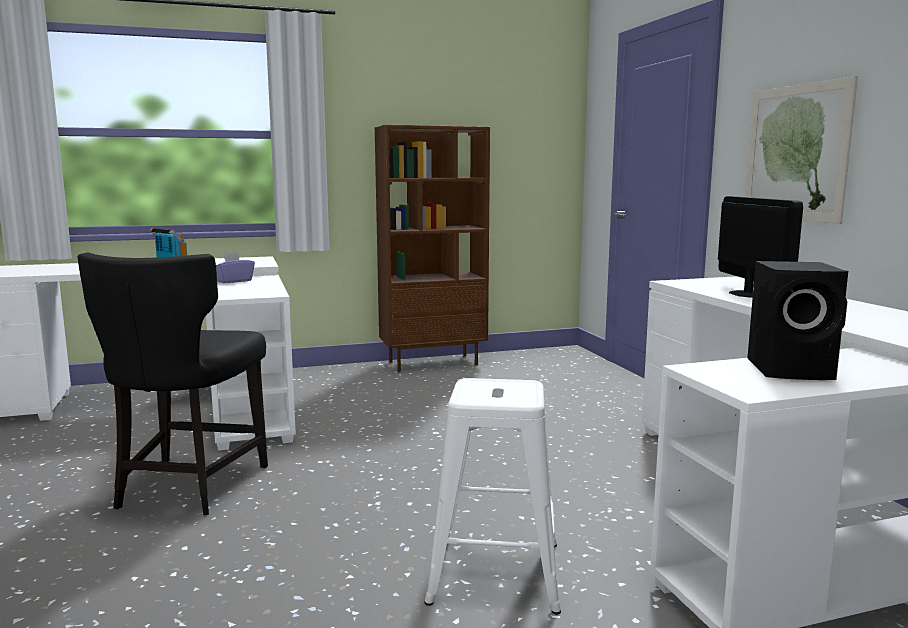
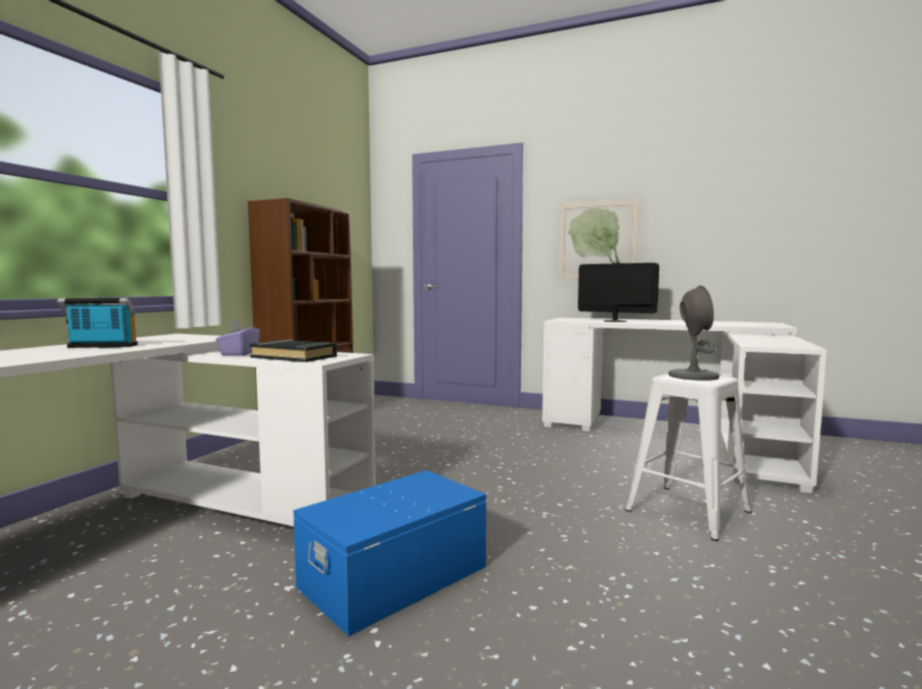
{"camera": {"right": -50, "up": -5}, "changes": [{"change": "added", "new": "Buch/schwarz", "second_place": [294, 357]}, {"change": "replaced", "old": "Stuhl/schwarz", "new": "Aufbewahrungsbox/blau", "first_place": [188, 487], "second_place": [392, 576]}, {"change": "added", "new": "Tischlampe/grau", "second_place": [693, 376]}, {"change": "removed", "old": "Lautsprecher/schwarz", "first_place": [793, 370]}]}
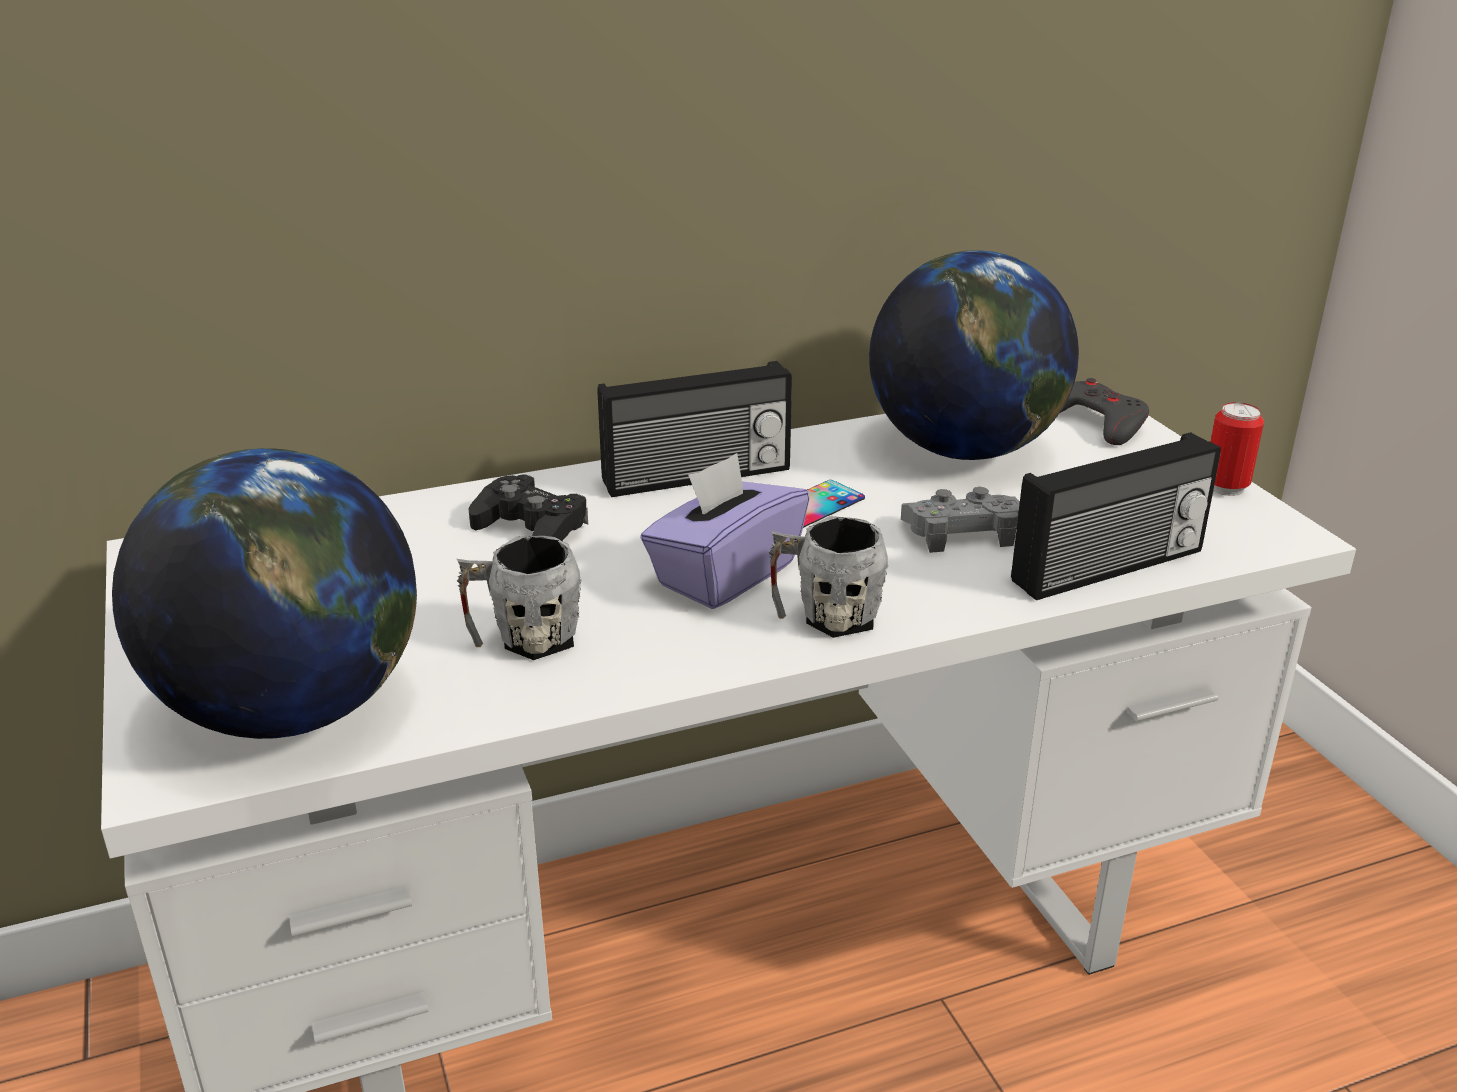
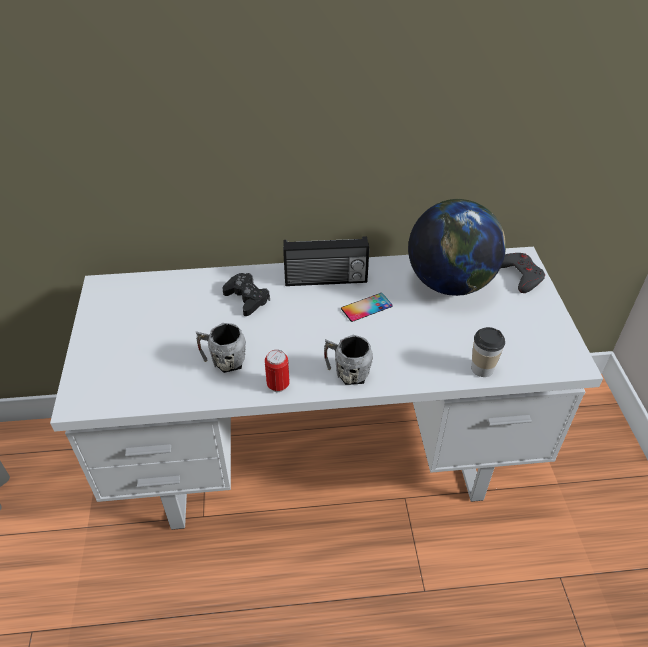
{"camera": {"right": 15, "up": 15}, "changes": [{"change": "moved", "old": "Dose", "first_place": [1225, 487], "second_place": [278, 385]}, {"change": "replaced", "old": "Radio", "new": "Tasse", "first_place": [1110, 568], "second_place": [482, 368]}, {"change": "removed", "old": "Globus", "first_place": [293, 711]}, {"change": "removed", "old": "Taschentuchbox/lila", "first_place": [724, 574]}, {"change": "removed", "old": "Gamepad/grau", "first_place": [960, 532]}]}
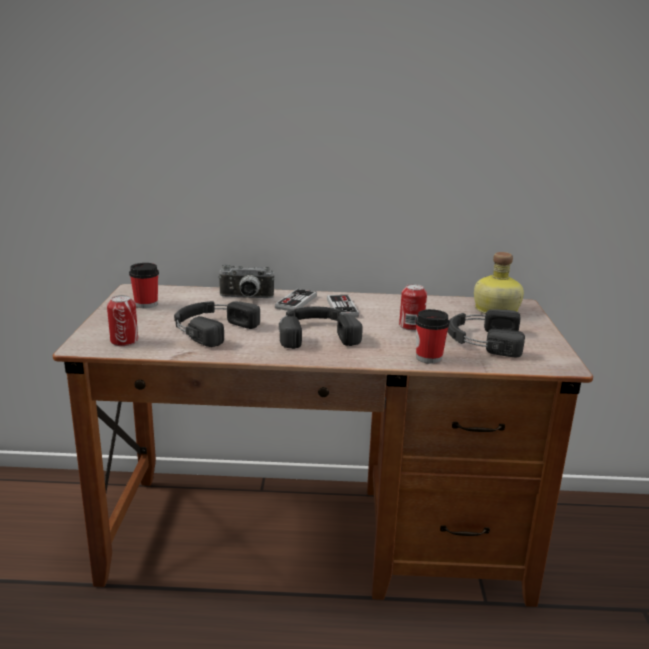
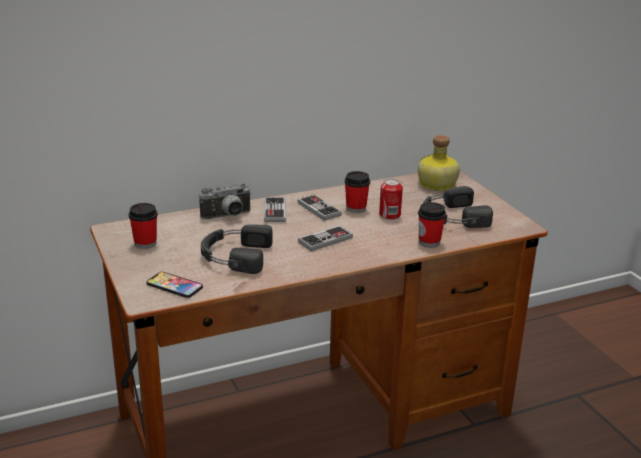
{"camera": {"right": -25, "up": 5}, "changes": [{"change": "replaced", "old": "Dose", "new": "Handy", "first_place": [124, 341], "second_place": [174, 286]}, {"change": "replaced", "old": "Kopfhörer/schwarz", "new": "Gamepad", "first_place": [316, 334], "second_place": [325, 240]}, {"change": "added", "new": "Tasse", "second_place": [356, 208]}]}
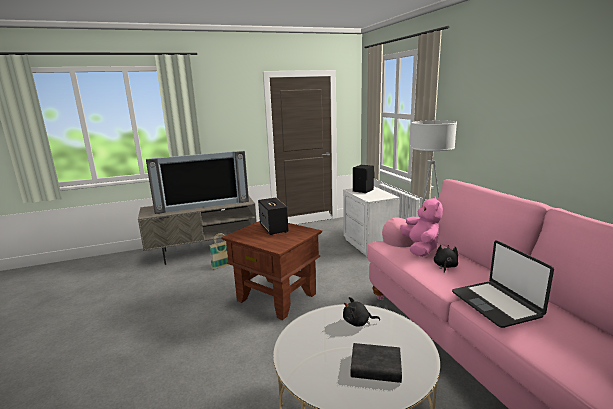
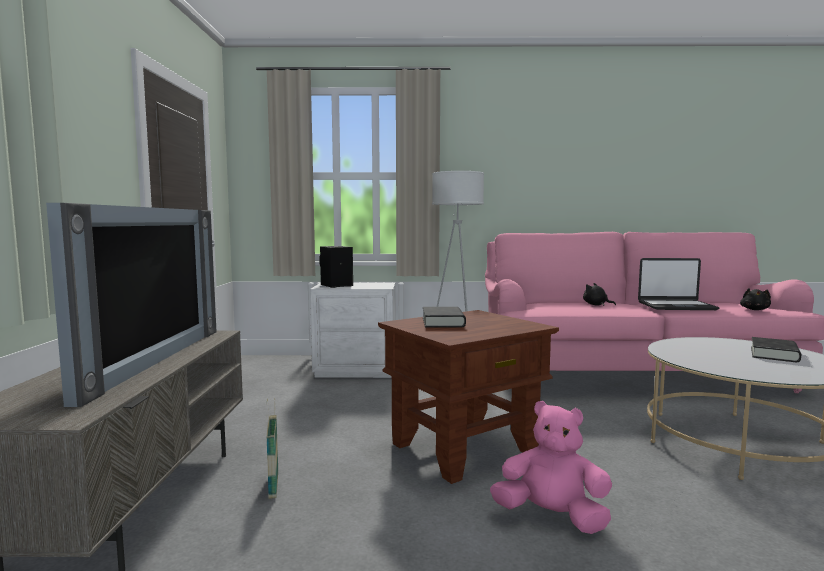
{"camera": {"right": -70, "up": -10}, "changes": [{"change": "replaced", "old": "Lautsprecher", "new": "Buch/schwarz", "first_place": [274, 228], "second_place": [443, 322]}, {"change": "moved", "old": "Plüschtier/rosa", "first_place": [420, 248], "second_place": [552, 517]}, {"change": "moved", "old": "Plüschtier/schwarz", "first_place": [358, 322], "second_place": [755, 309]}]}
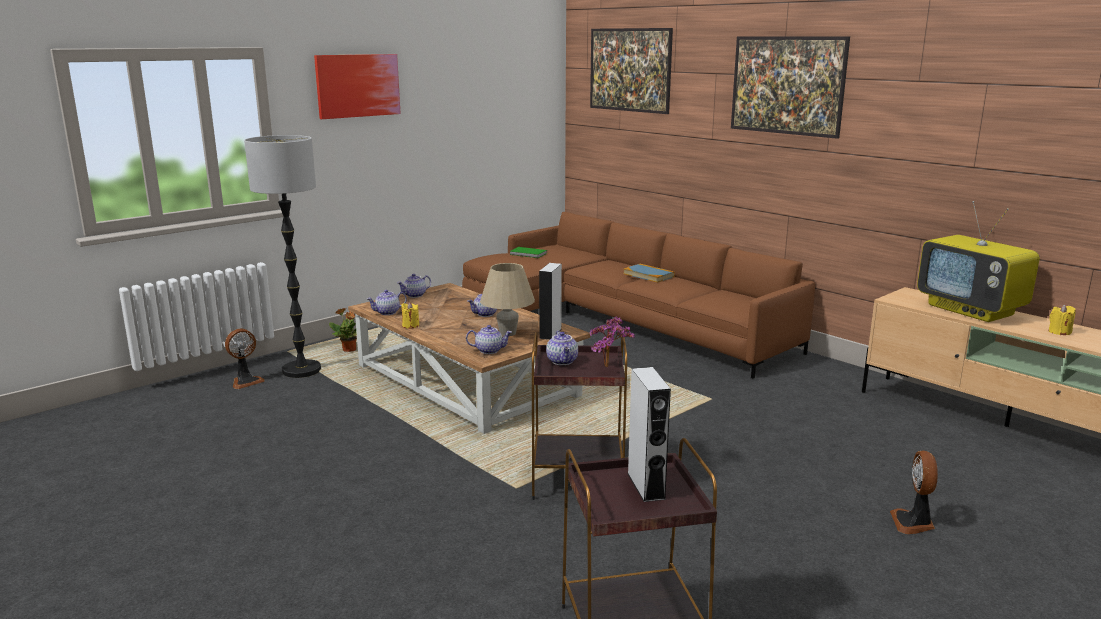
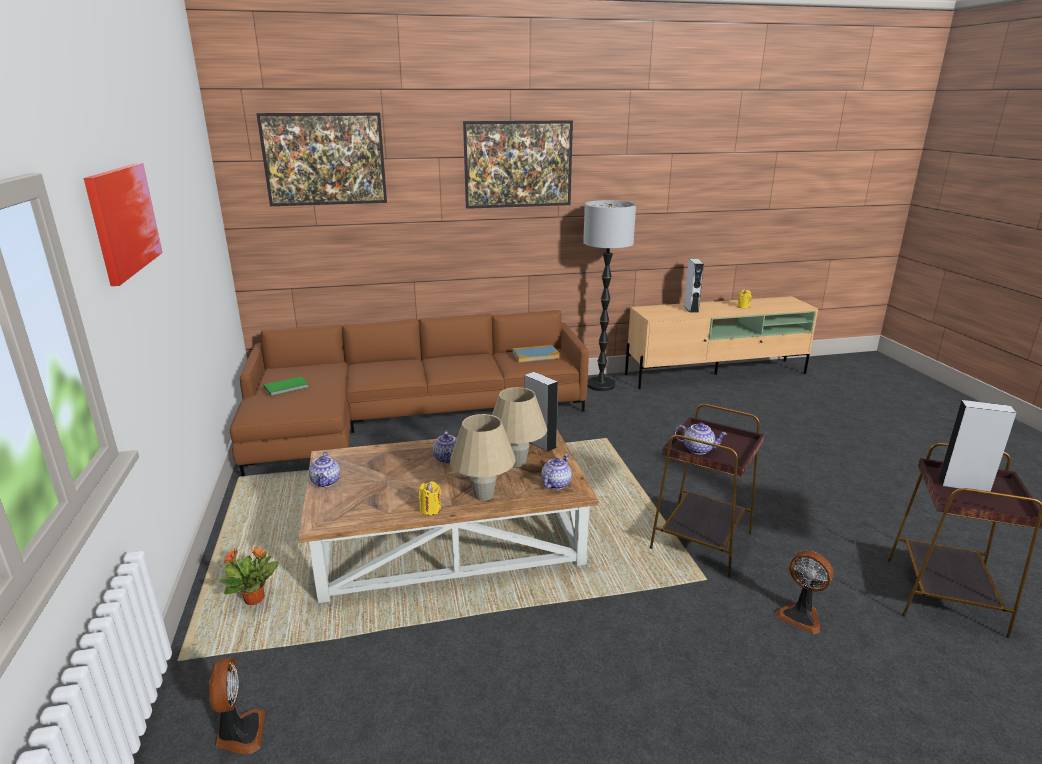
{"camera": {"right": -60, "up": 5}, "changes": [{"change": "added", "new": "Tischlampe/beige", "second_place": [483, 495]}, {"change": "moved", "old": "Buch", "first_place": [648, 275], "second_place": [535, 356]}, {"change": "moved", "old": "Stehlampe", "first_place": [302, 370], "second_place": [601, 385]}, {"change": "replaced", "old": "Fernseher", "new": "Lautsprecher/grau", "first_place": [971, 310], "second_place": [691, 309]}, {"change": "moved", "old": "Ventilator", "first_place": [913, 523], "second_place": [801, 616]}, {"change": "removed", "old": "Teekanne", "first_place": [387, 312]}, {"change": "removed", "old": "Topfpflanze", "first_place": [609, 368]}]}
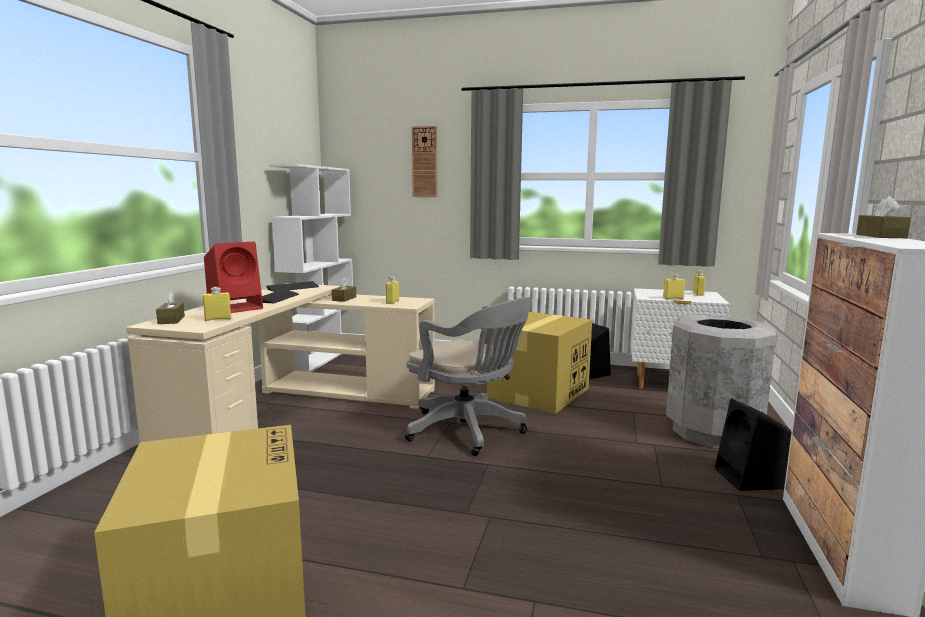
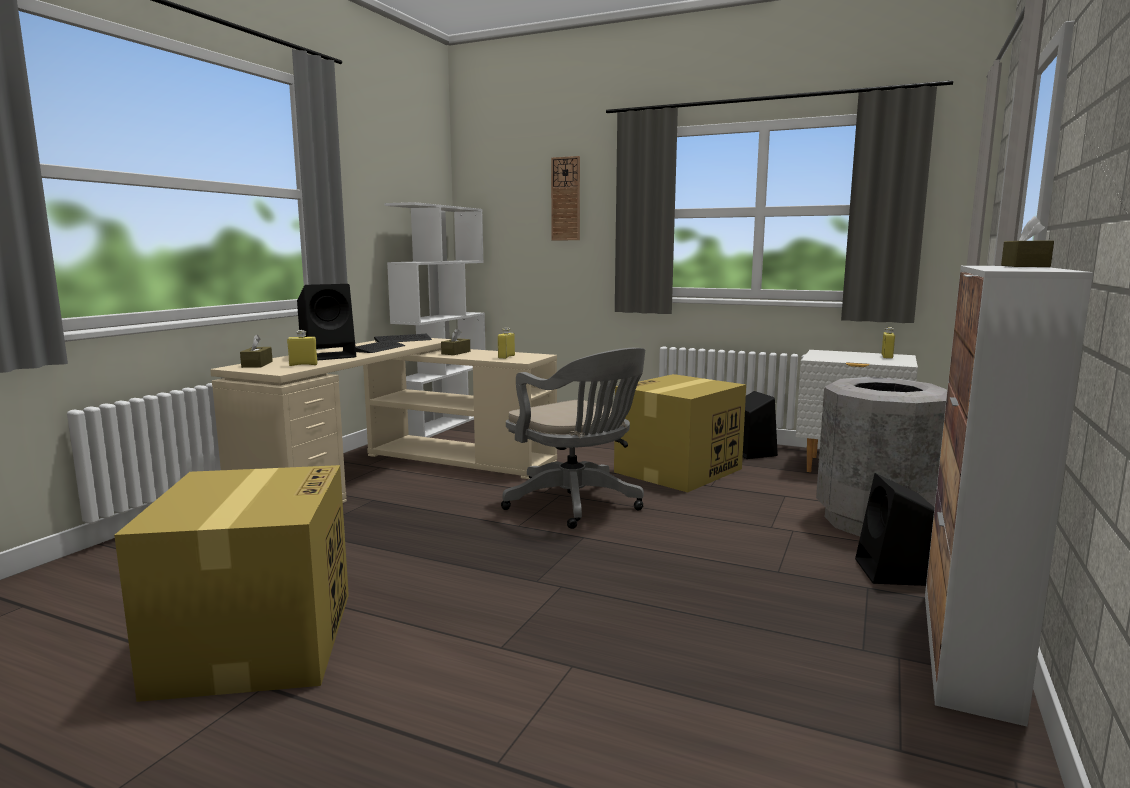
{"camera": {"right": 10, "up": 0}, "changes": [{"change": "recoloured", "old": "Lautsprecher/rot", "new": "Lautsprecher/schwarz", "first_place": [236, 308], "second_place": [330, 356]}, {"change": "removed", "old": "Flasche/gelb", "first_place": [673, 298]}]}
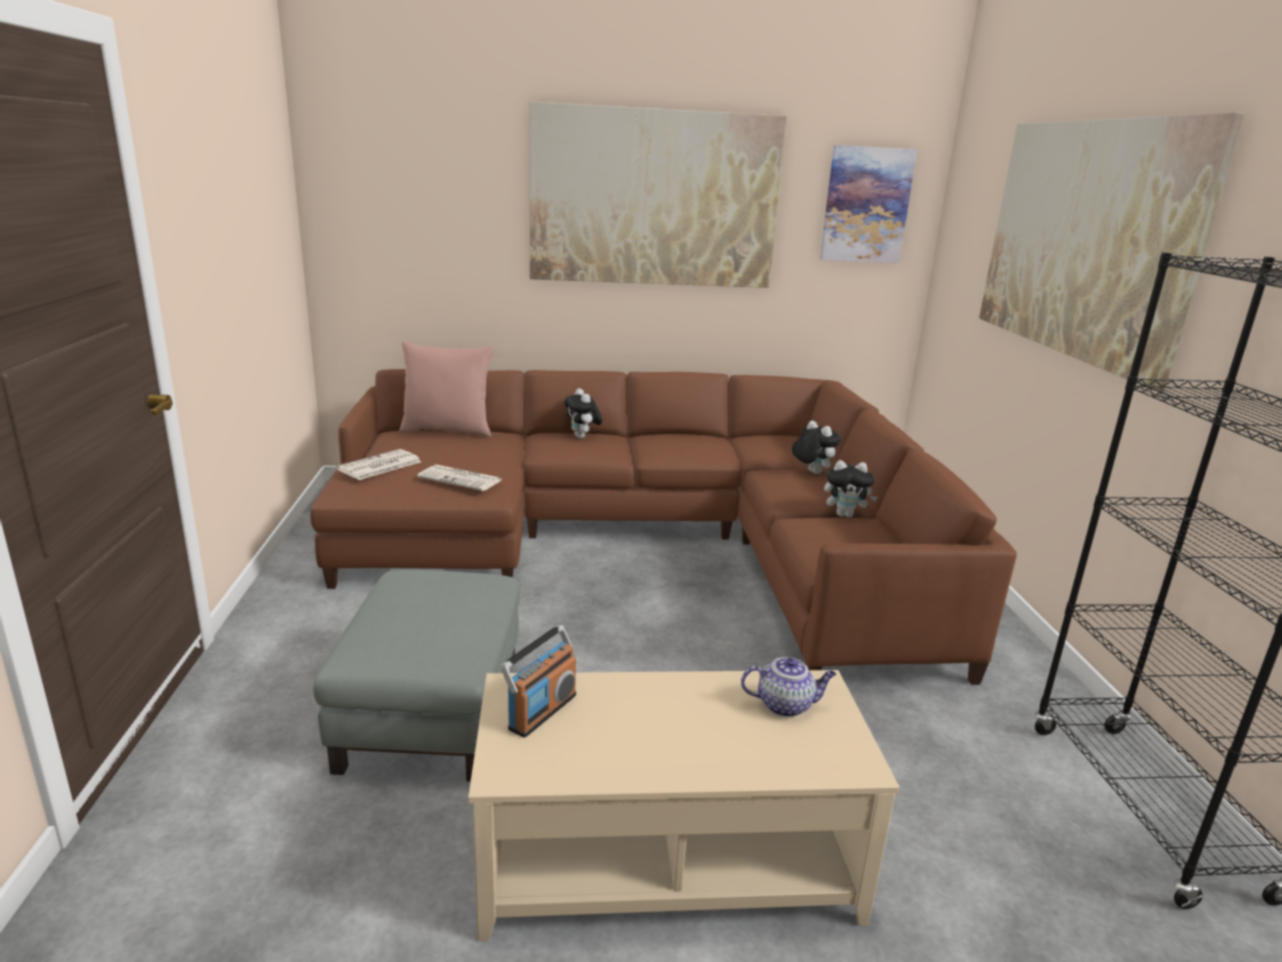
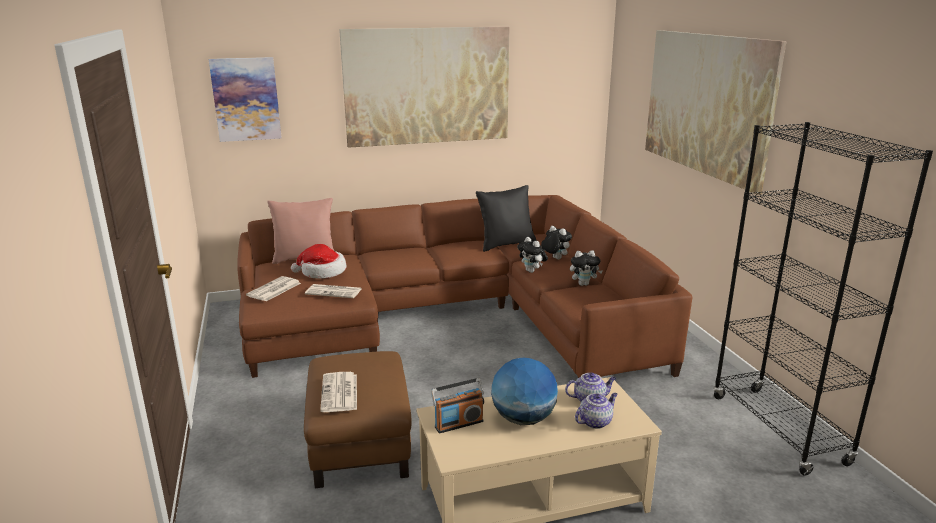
{"camera": {"right": -10, "up": 0}, "changes": [{"change": "moved", "old": "Bild", "first_place": [866, 205], "second_place": [246, 99]}, {"change": "added", "new": "Hut", "second_place": [322, 272]}, {"change": "recoloured", "old": "Polsterhocker/grau", "new": "Polsterhocker/braun", "first_place": [431, 710], "second_place": [359, 442]}, {"change": "added", "new": "Zeitung", "second_place": [340, 393]}, {"change": "turned", "old": "Radio", "first_place": [541, 711], "second_place": [458, 424], "degrees": 45}, {"change": "added", "new": "Kissen/schwarz", "second_place": [506, 244]}, {"change": "added", "new": "Globus", "second_place": [523, 419]}, {"change": "moved", "old": "Plüschtier", "first_place": [582, 437], "second_place": [532, 271]}, {"change": "added", "new": "Teekanne", "second_place": [595, 421]}]}
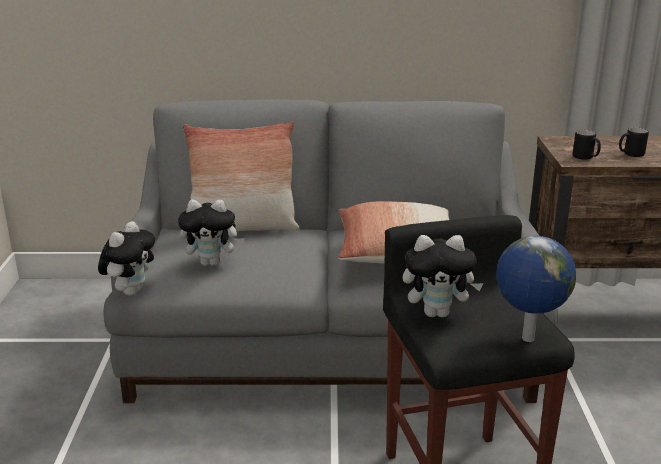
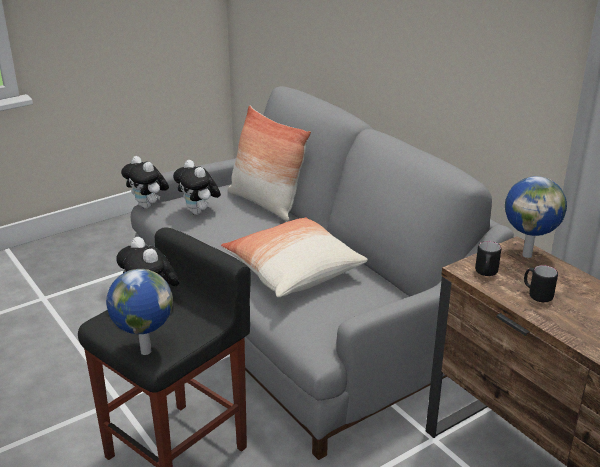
{"camera": {"right": 55, "up": 5}, "changes": [{"change": "turned", "old": "Plüschtier", "first_place": [131, 291], "second_place": [148, 206], "degrees": 60}, {"change": "added", "new": "Globus", "second_place": [527, 254]}]}
